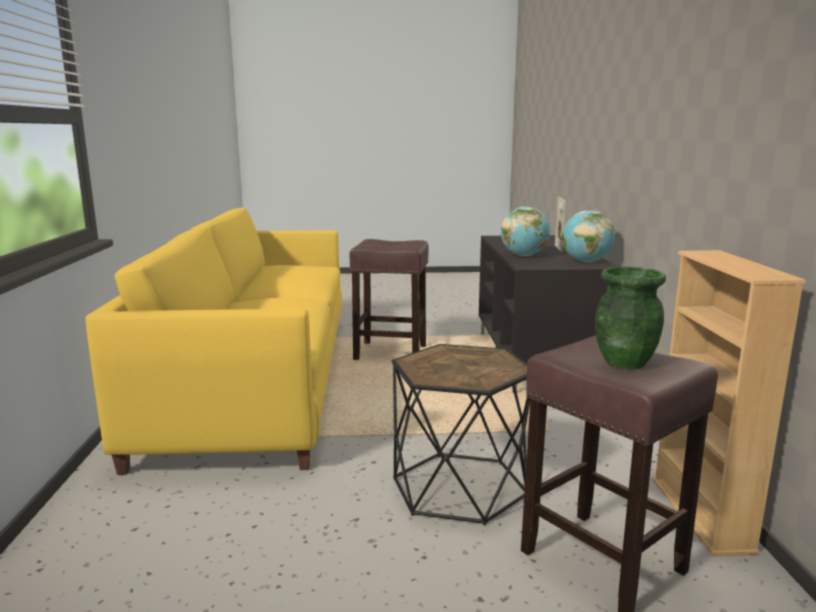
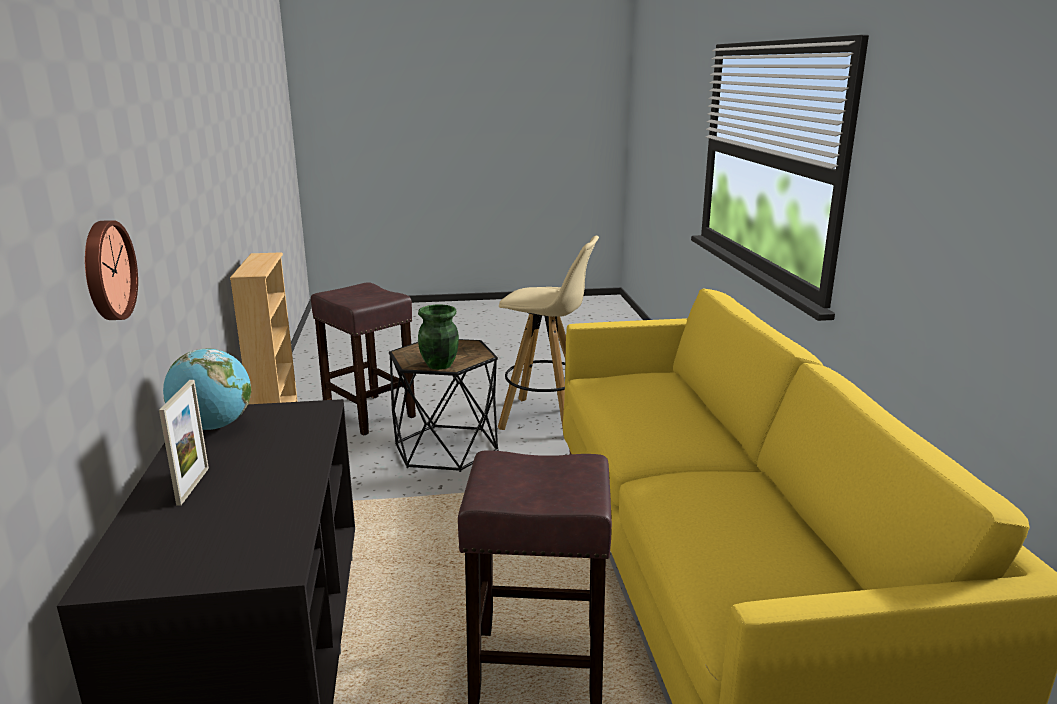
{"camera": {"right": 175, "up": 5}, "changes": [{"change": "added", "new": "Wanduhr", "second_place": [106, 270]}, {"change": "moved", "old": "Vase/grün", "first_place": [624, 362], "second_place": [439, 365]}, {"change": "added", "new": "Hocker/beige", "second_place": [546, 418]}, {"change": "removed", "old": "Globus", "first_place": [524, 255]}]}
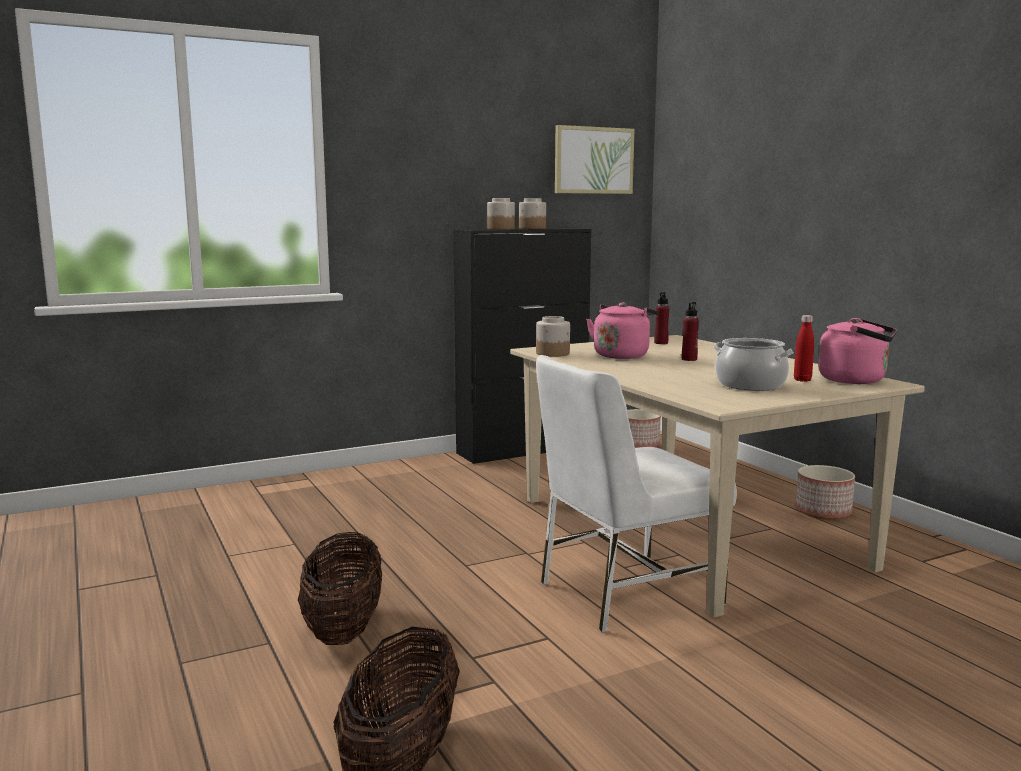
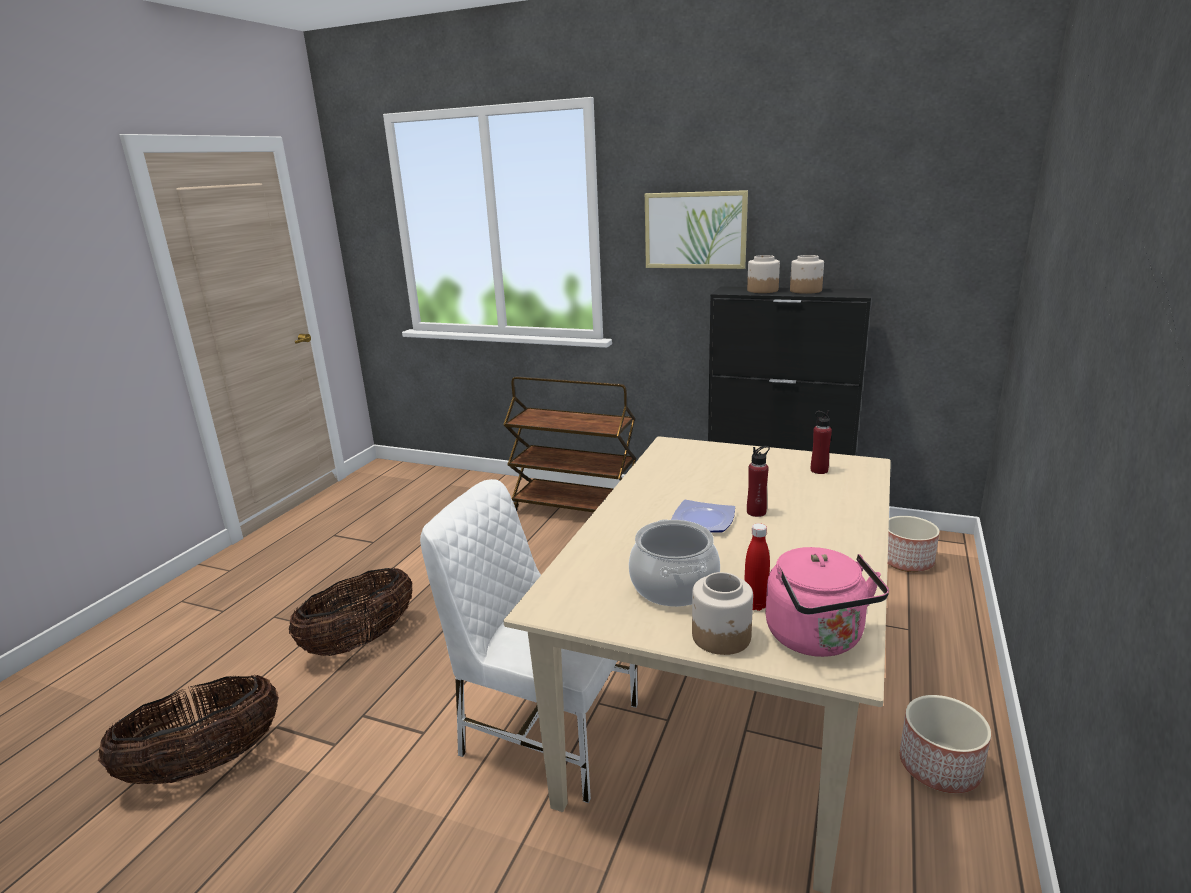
{"camera": {"right": 50, "up": 10}, "changes": [{"change": "added", "new": "Rollwagen/braun", "second_place": [575, 510]}, {"change": "moved", "old": "Bild", "first_place": [593, 160], "second_place": [695, 230]}, {"change": "added", "new": "Teller", "second_place": [704, 520]}, {"change": "moved", "old": "Vorratsglas", "first_place": [553, 354], "second_place": [722, 637]}, {"change": "removed", "old": "Wasserkessel/rosa", "first_place": [622, 355]}]}
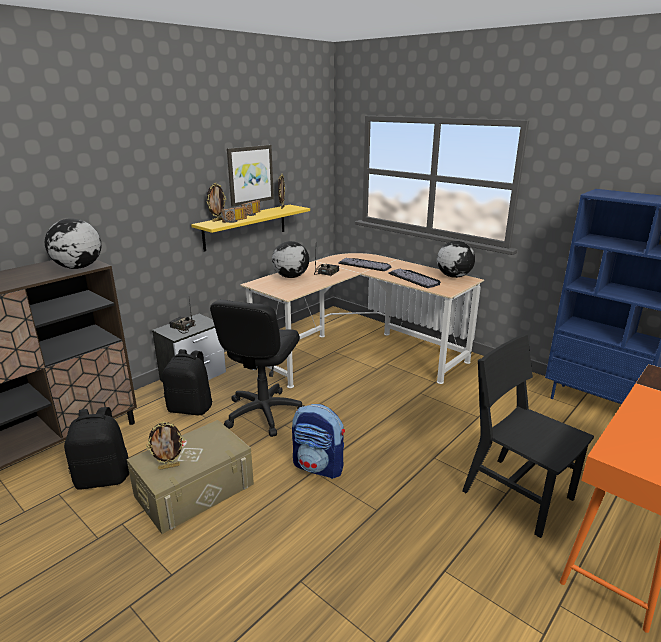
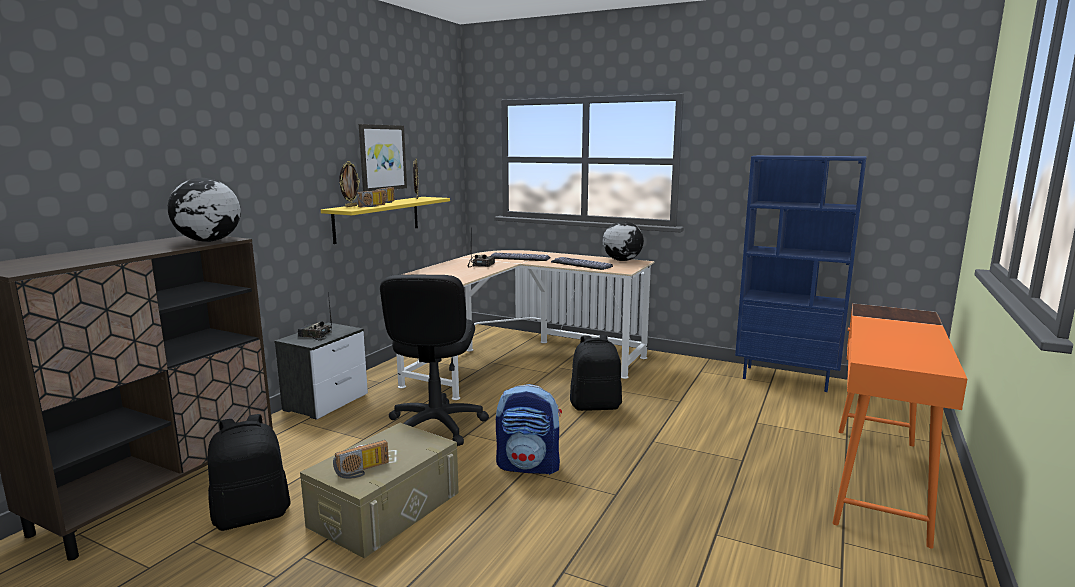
{"camera": {"right": -15, "up": -10}, "changes": [{"change": "replaced", "old": "Bilderrahmen", "new": "Radio", "first_place": [169, 466], "second_place": [362, 471]}, {"change": "moved", "old": "Rucksack/schwarz", "first_place": [191, 408], "second_place": [595, 406]}, {"change": "removed", "old": "Globus", "first_place": [290, 277]}, {"change": "removed", "old": "Stuhl/schwarz", "first_place": [517, 494]}]}
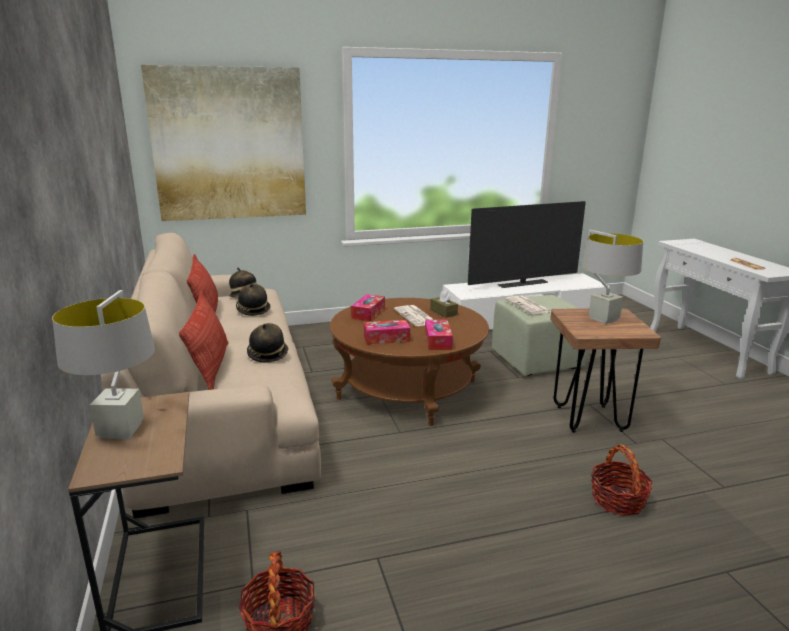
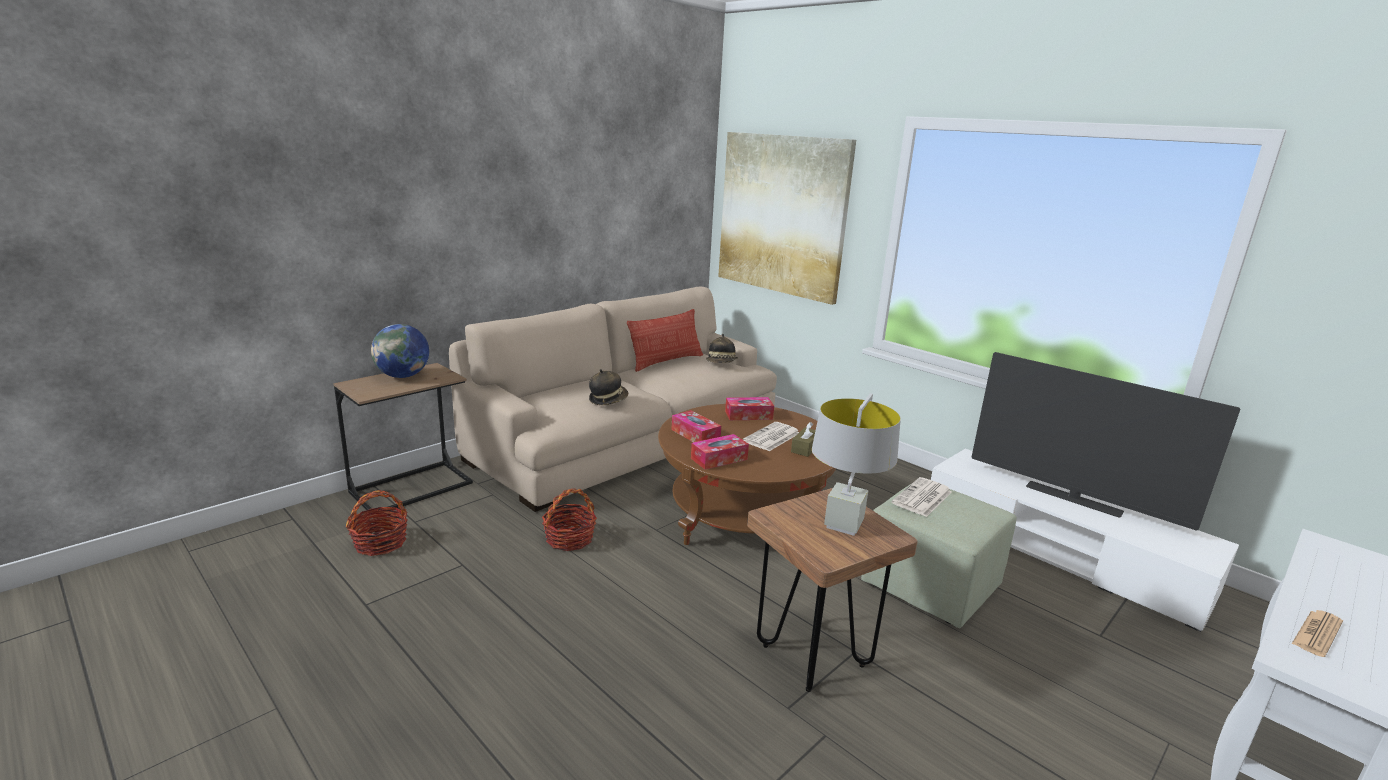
{"camera": {"right": 60, "up": 0}, "changes": [{"change": "replaced", "old": "Tischlampe/grau", "new": "Globus", "first_place": [121, 430], "second_place": [403, 376]}, {"change": "moved", "old": "Korb", "first_place": [618, 500], "second_place": [569, 539]}, {"change": "removed", "old": "Kissen", "first_place": [210, 366]}, {"change": "removed", "old": "Hut", "first_place": [253, 310]}]}
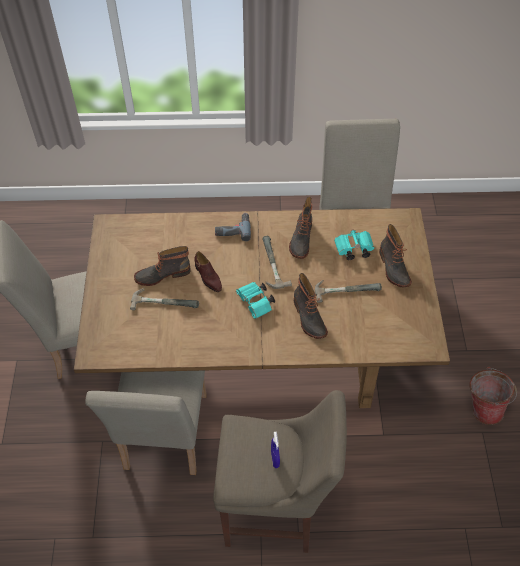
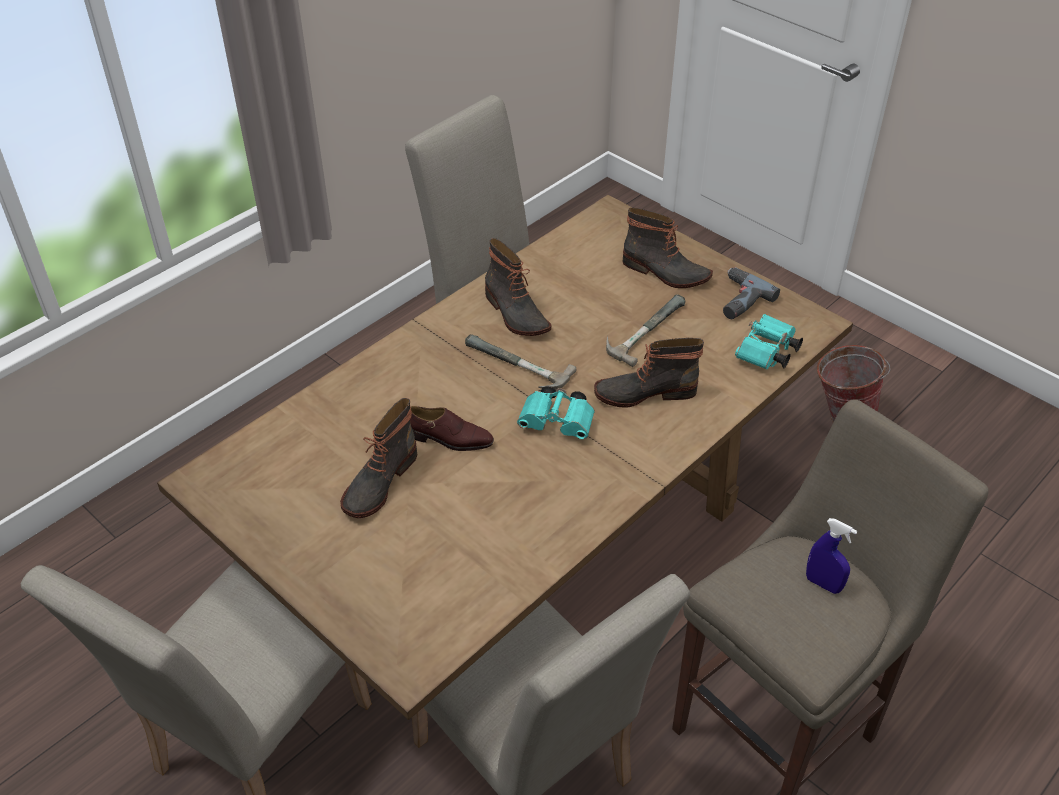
{"camera": {"right": -45, "up": -10}, "changes": [{"change": "turned", "old": "Stiefel", "first_place": [308, 318], "second_place": [644, 392], "degrees": 150}, {"change": "moved", "old": "Bohrmaschine", "first_place": [233, 229], "second_place": [737, 299]}, {"change": "moved", "old": "Fernglas/türkis", "first_place": [353, 250], "second_place": [766, 354]}, {"change": "removed", "old": "Hammer", "first_place": [165, 300]}]}
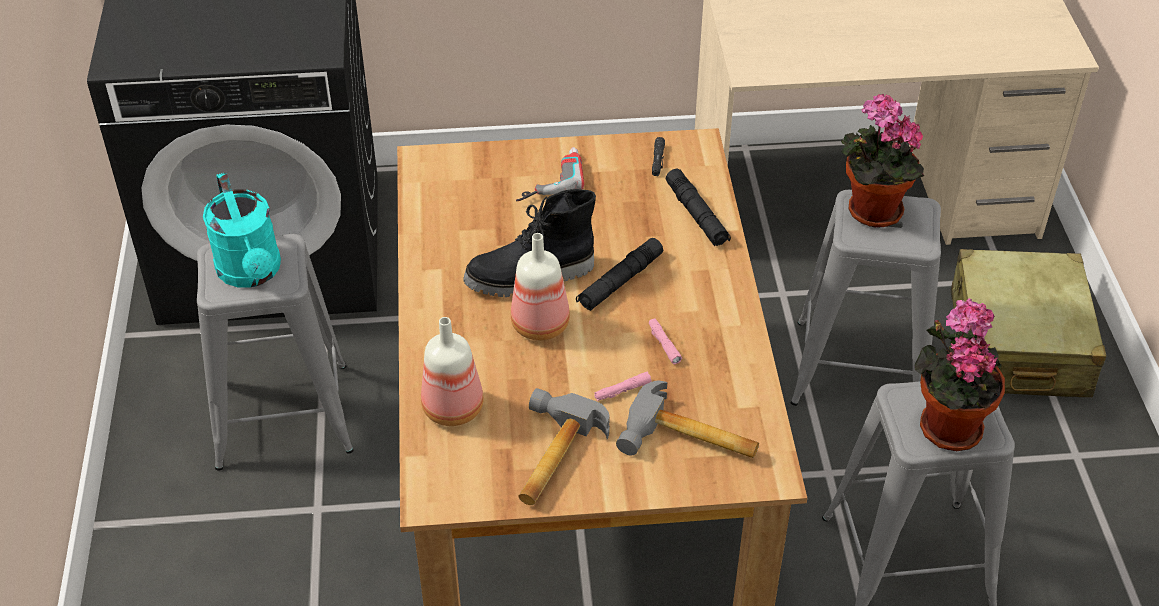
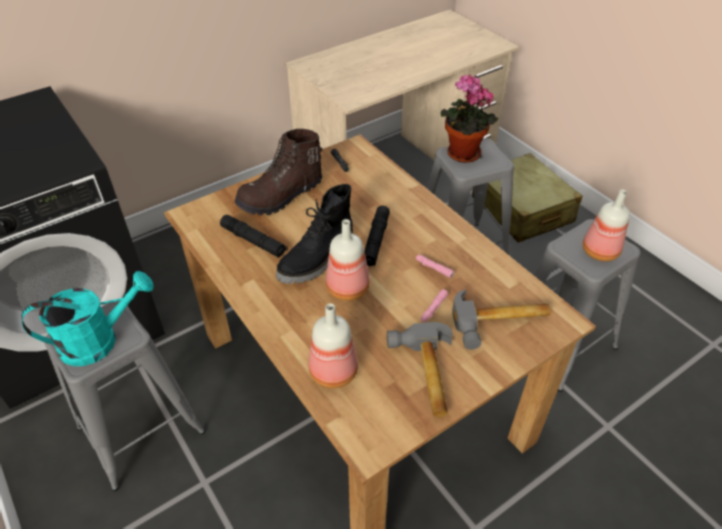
{"camera": {"right": -30, "up": 0}, "changes": [{"change": "turned", "old": "Gießkanne/türkis", "first_place": [252, 273], "second_place": [99, 340], "degrees": -60}, {"change": "moved", "old": "Taschenlampe/schwarz", "first_place": [696, 215], "second_place": [254, 241]}, {"change": "replaced", "old": "Bohrmaschine", "new": "Stiefel/braun", "first_place": [548, 179], "second_place": [281, 197]}, {"change": "replaced", "old": "Topfpflanze", "new": "Flasche", "first_place": [946, 424], "second_place": [598, 251]}]}
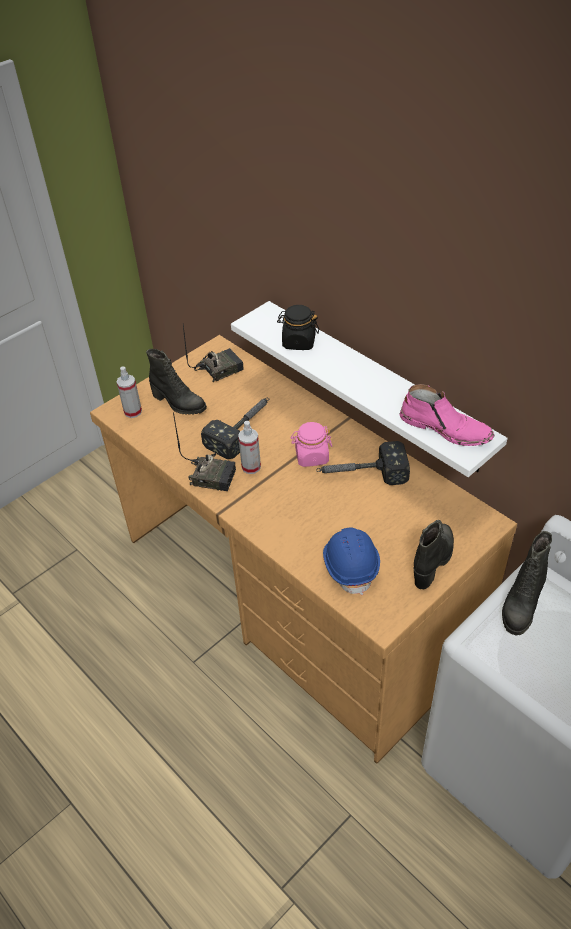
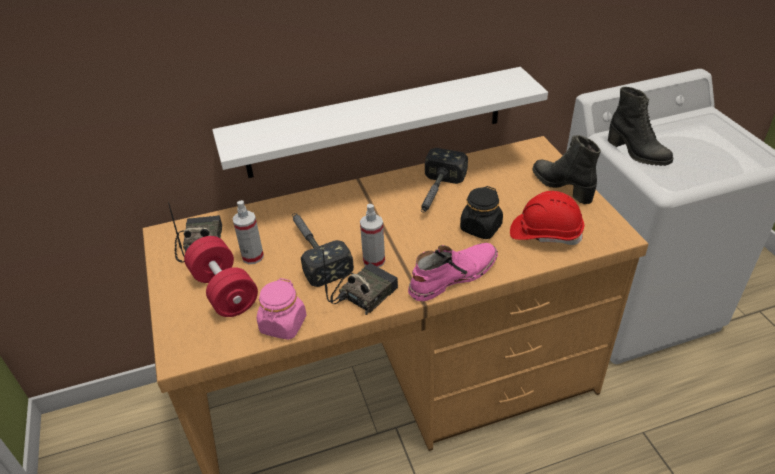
{"camera": {"right": -65, "up": -5}, "changes": [{"change": "replaced", "old": "Stiefel/schwarz", "new": "Hantel/rot", "first_place": [178, 403], "second_place": [224, 291]}, {"change": "moved", "old": "Sprühflasche", "first_place": [133, 412], "second_place": [253, 256]}, {"change": "moved", "old": "Vorratsglas/rosa", "first_place": [311, 456], "second_place": [283, 325]}, {"change": "moved", "old": "Stiefel/rosa", "first_place": [445, 428], "second_place": [452, 276]}, {"change": "moved", "old": "Vorratsglas/schwarz", "first_place": [298, 342], "second_place": [480, 228]}, {"change": "recoloured", "old": "Schutzhelm/blau", "new": "Schutzhelm/rot", "first_place": [350, 566], "second_place": [545, 233]}]}
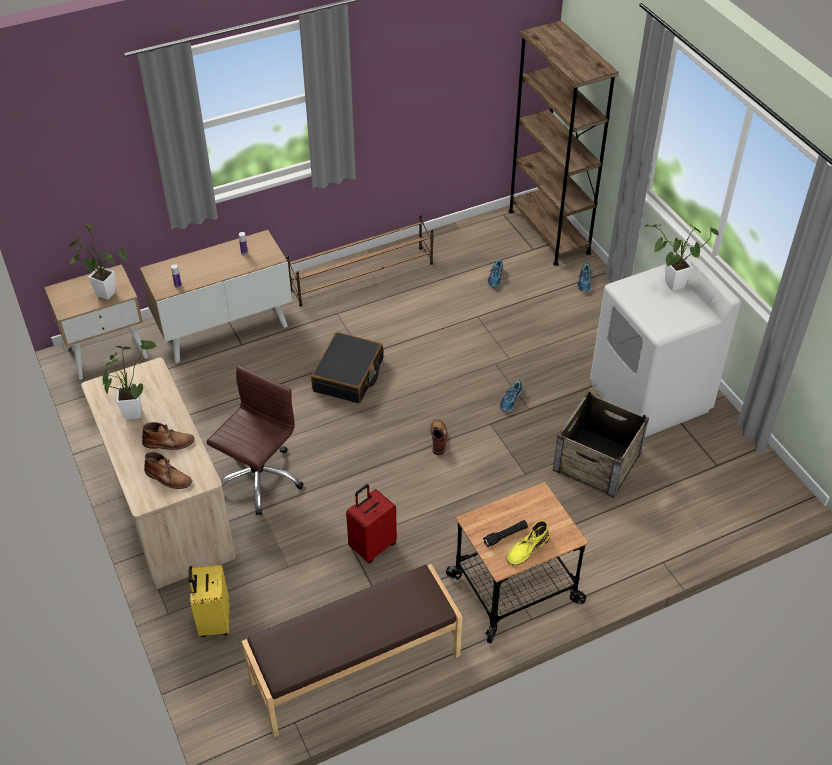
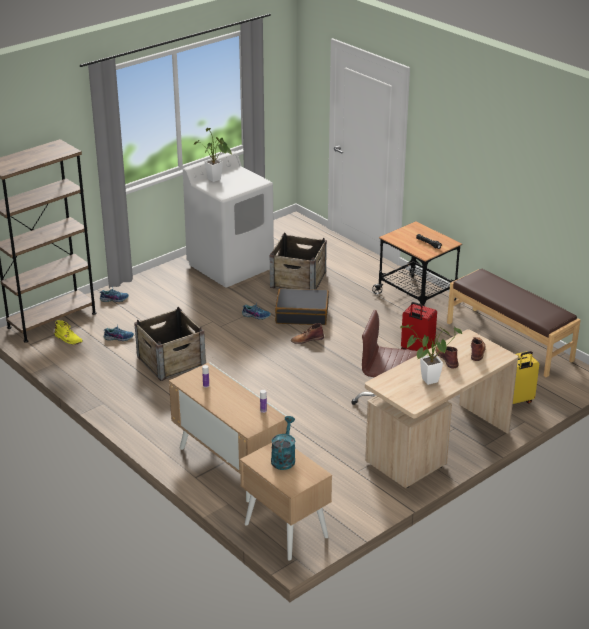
{"camera": {"right": -105, "up": -15}, "changes": [{"change": "moved", "old": "Stiefel/gelb", "first_place": [527, 549], "second_place": [68, 338]}, {"change": "added", "new": "Kiste", "second_place": [170, 361]}, {"change": "replaced", "old": "Topfpflanze", "new": "Gießkanne/türkis", "first_place": [103, 293], "second_place": [284, 458]}, {"change": "moved", "old": "Koffer/schwarz", "first_place": [348, 376], "second_place": [302, 314]}, {"change": "removed", "old": "Schuhregal/braun", "first_place": [362, 276]}]}
